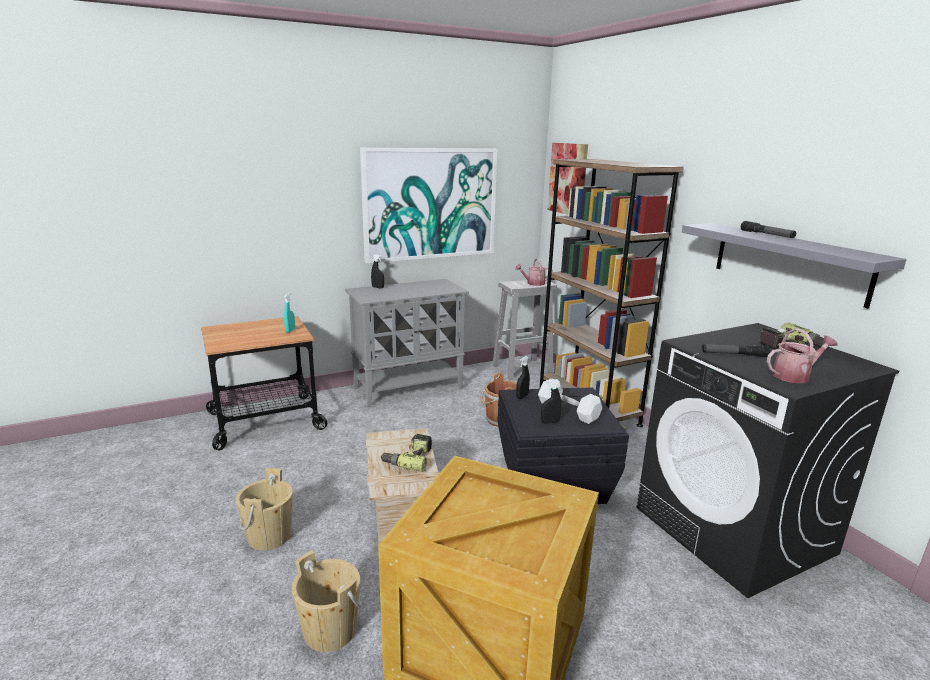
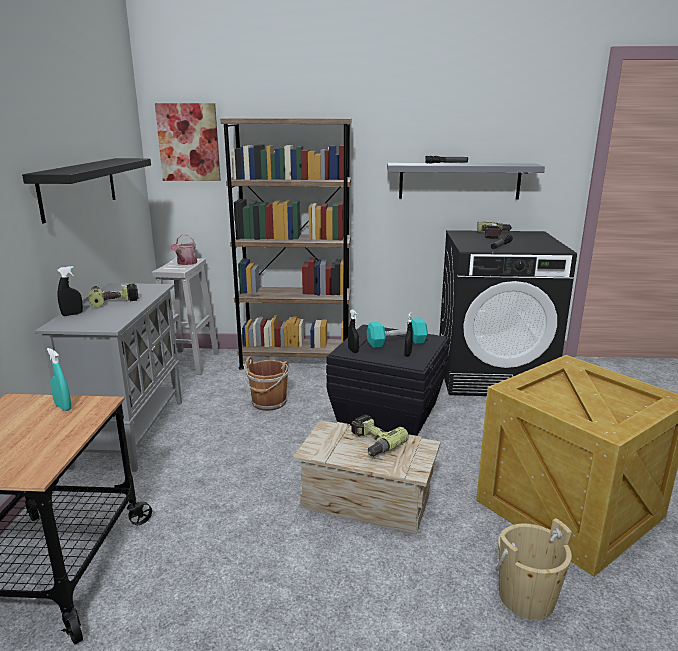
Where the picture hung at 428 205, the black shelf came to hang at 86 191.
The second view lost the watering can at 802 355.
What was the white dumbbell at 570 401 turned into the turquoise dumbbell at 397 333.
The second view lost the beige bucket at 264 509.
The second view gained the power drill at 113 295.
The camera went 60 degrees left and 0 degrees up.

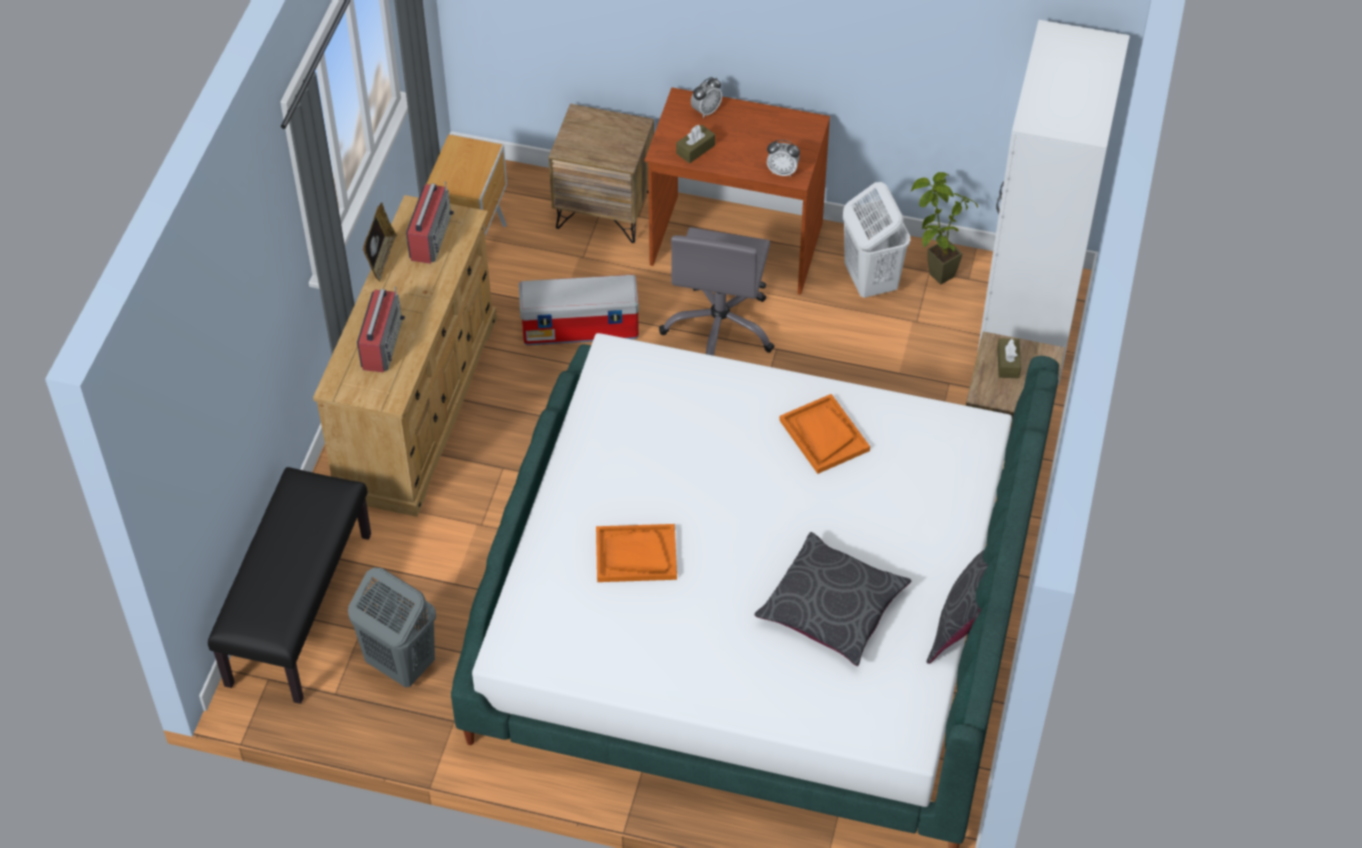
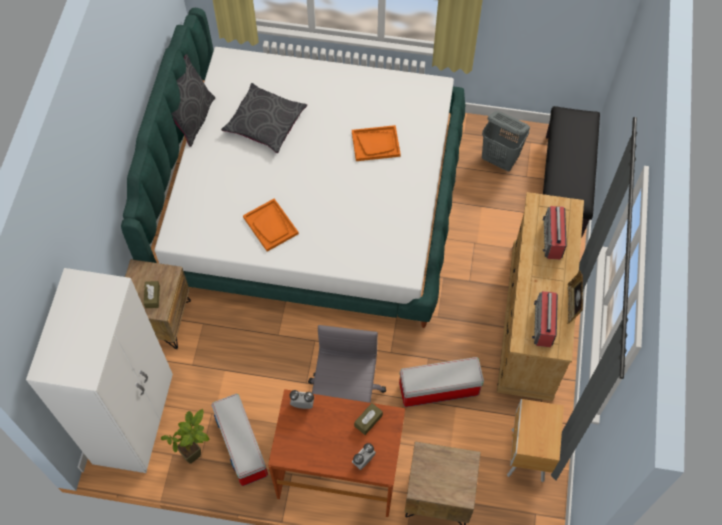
Where the white laundry basket stood at 876 240, the storage box came to stand at 239 440.
The camera went 175 degrees right and 10 degrees up.

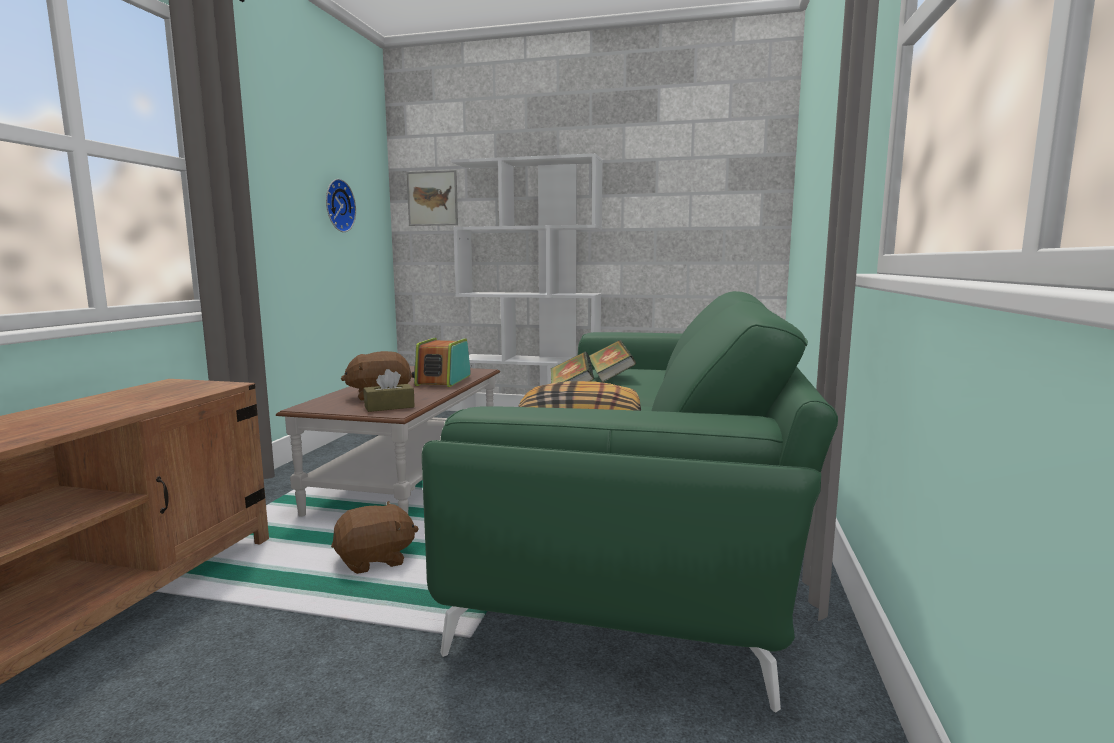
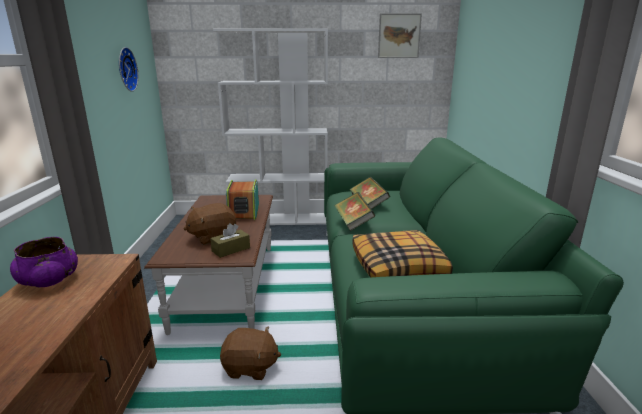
The picture ended up elsewhere, having gone from 432 198 to 400 35.
The brown plush toy at 375 537 ended up facing another way, 45 degrees clockwise from before.
The second view gained the purple bowl at 44 262.
The camera went 15 degrees left and 10 degrees up.

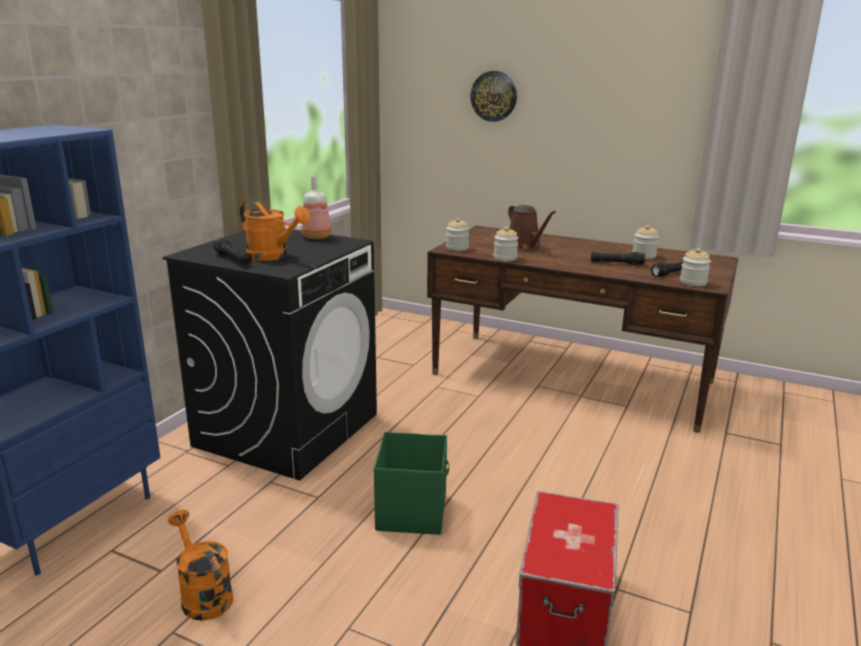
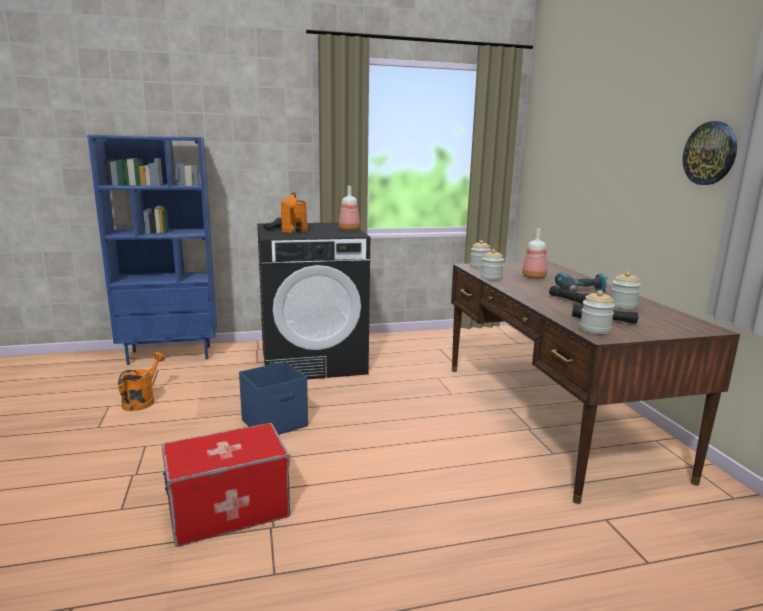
The wall clock ended up elsewhere, having gone from 493 96 to 710 153.
Where the brown watering can stood at 532 228, the bottle came to stand at 534 254.
What was the green storage box at 411 483 turned into the blue storage box at 273 398.
The second view gained the power drill at 582 282.
The camera went 50 degrees right and 5 degrees down.

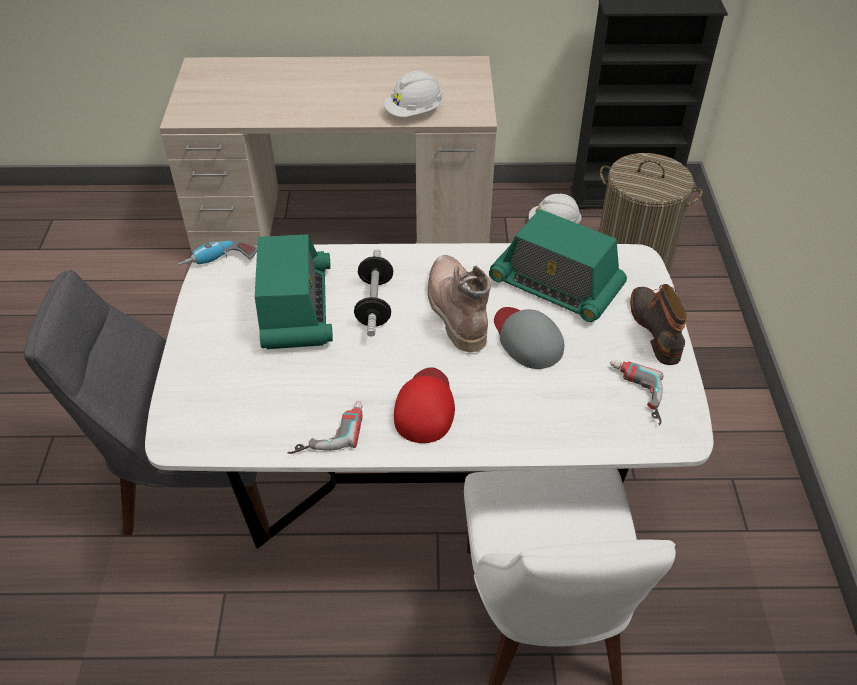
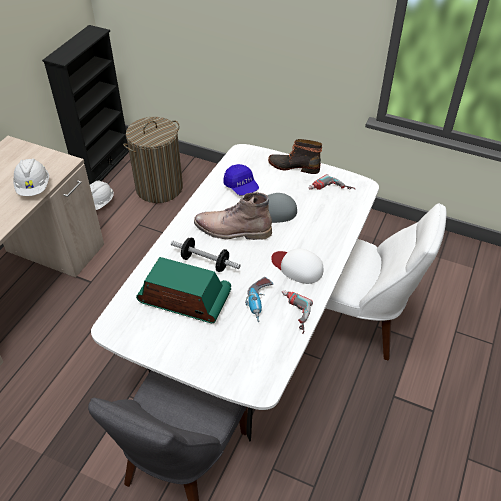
Where the radio stood at 558 265, the blue cap came to stand at 241 179.
The power drill ended up elsewhere, having gone from 217 253 to 259 299.
What was the red cap at 424 405 turned into the white cap at 297 266.
The camera went 65 degrees left and 0 degrees up.

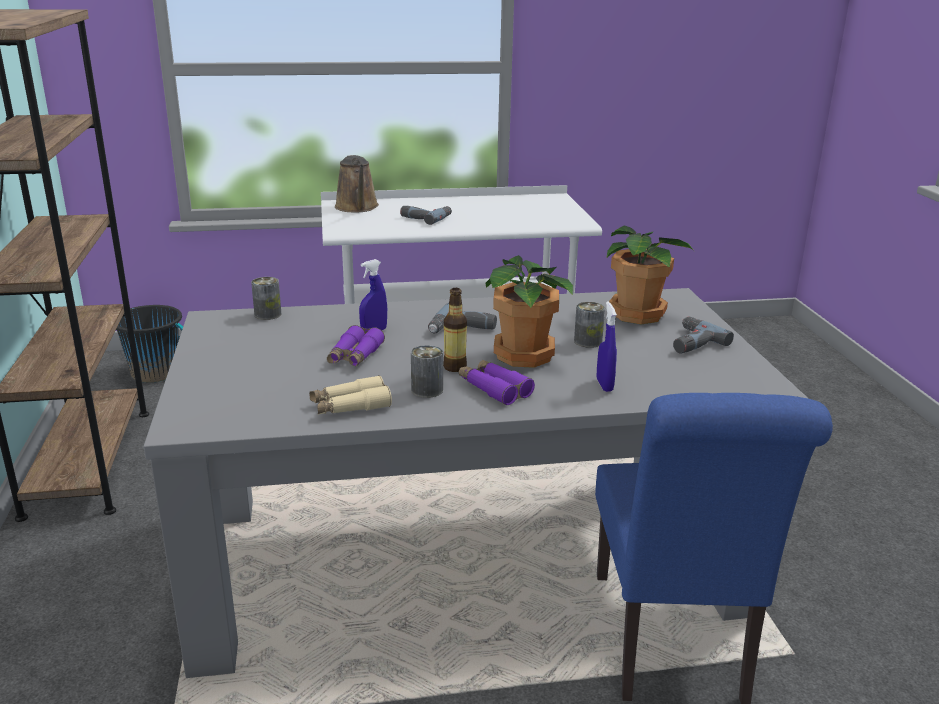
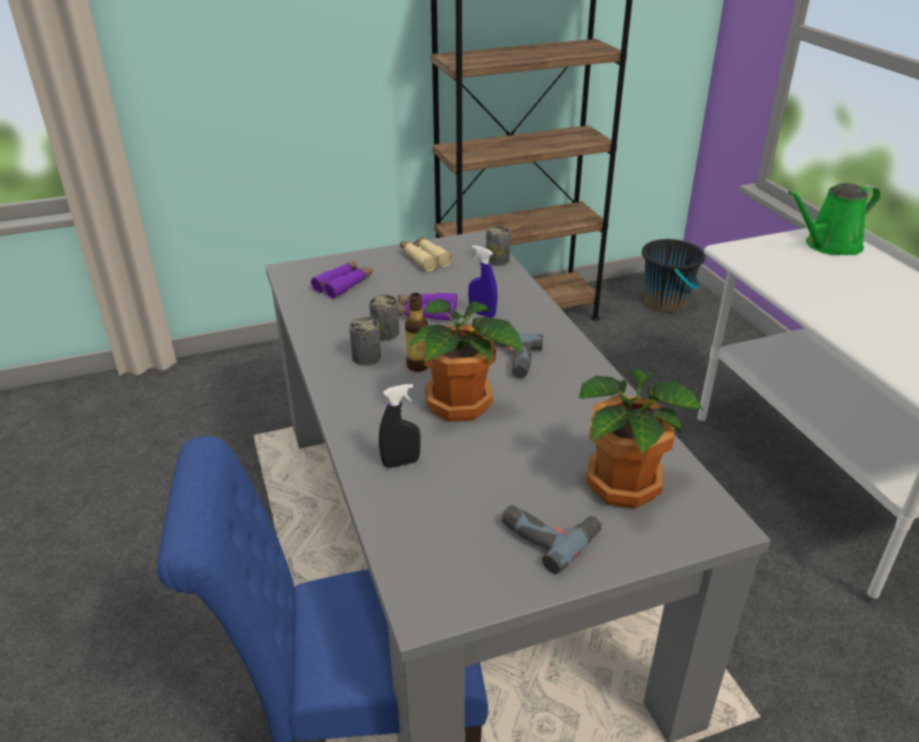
What was the brown watering can at 357 183 turned into the green watering can at 834 219.
The second view lost the power drill at 426 215.
The can ended up elsewhere, having gone from 589 325 to 384 318.
What was the blue spray bottle at 607 347 turned into the black spray bottle at 400 426.
The purple binoculars ended up elsewhere, having gone from 497 382 to 342 280.
The beige binoculars ended up elsewhere, having gone from 350 395 to 426 254.
The camera went 80 degrees right and 10 degrees up.

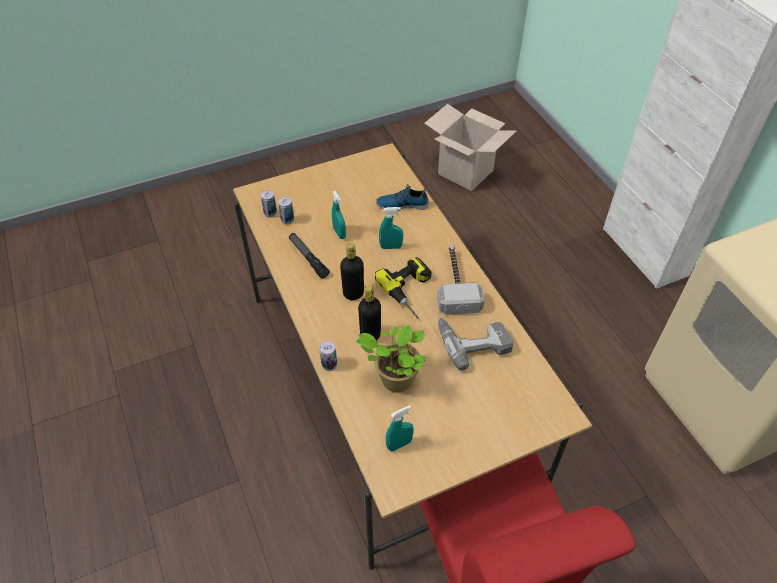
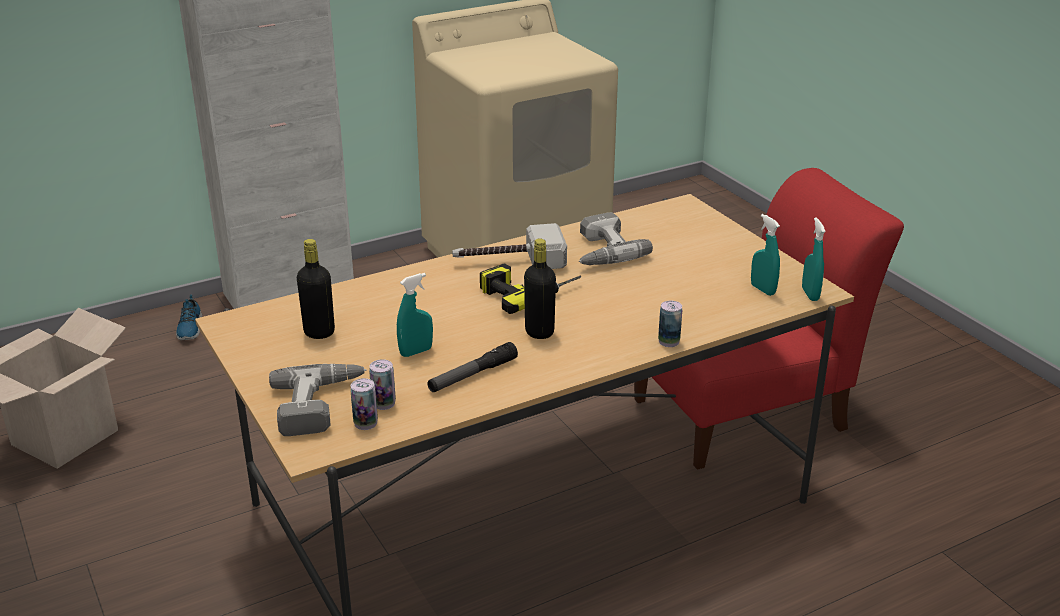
The shoe ended up elsewhere, having gone from 402 197 to 189 317.
The turquoise spray bottle ended up elsewhere, having gone from 391 228 to 814 259.
The black bottle ended up elsewhere, having gone from 369 313 to 316 289.
The second view lost the potted plant at 391 358.
The second view gained the power drill at 318 400.
The camera went 95 degrees left and 20 degrees down.

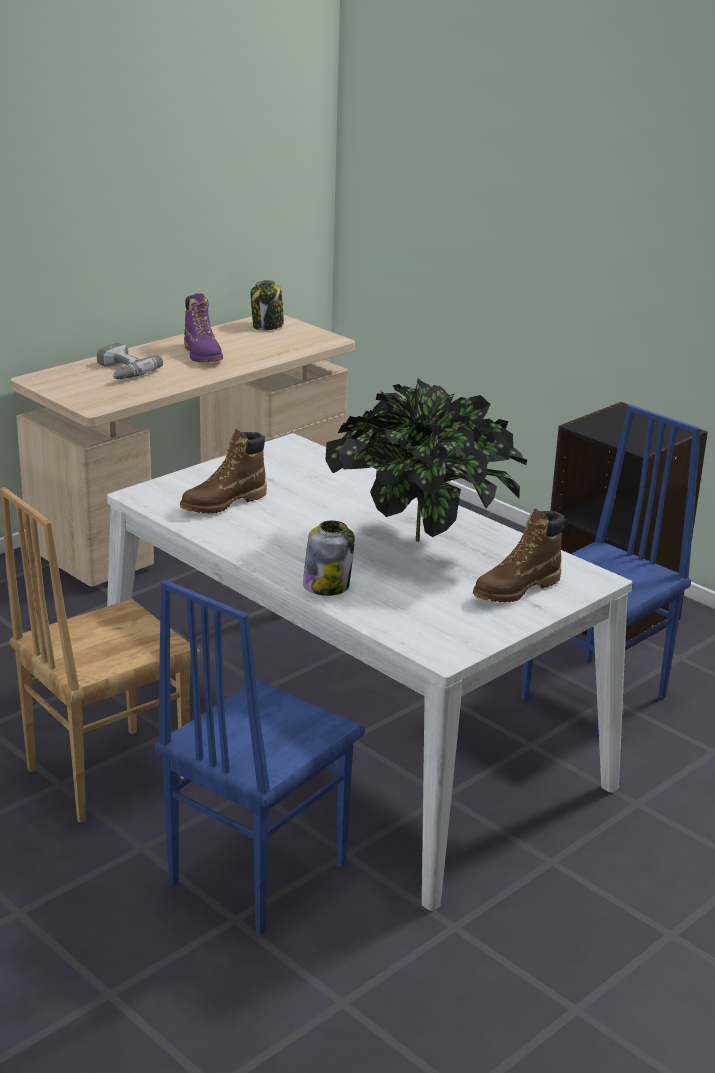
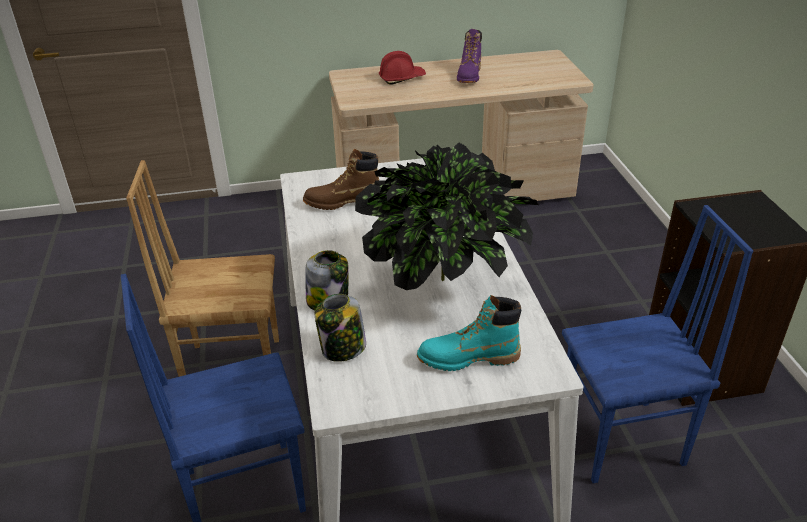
The jar ended up elsewhere, having gone from 267 305 to 340 328.
Where the power drill stood at 130 361, the red hard hat came to stand at 402 68.
What was the brown boot at 519 555 turned into the turquoise boot at 469 333.
The camera went 35 degrees right and 10 degrees up.

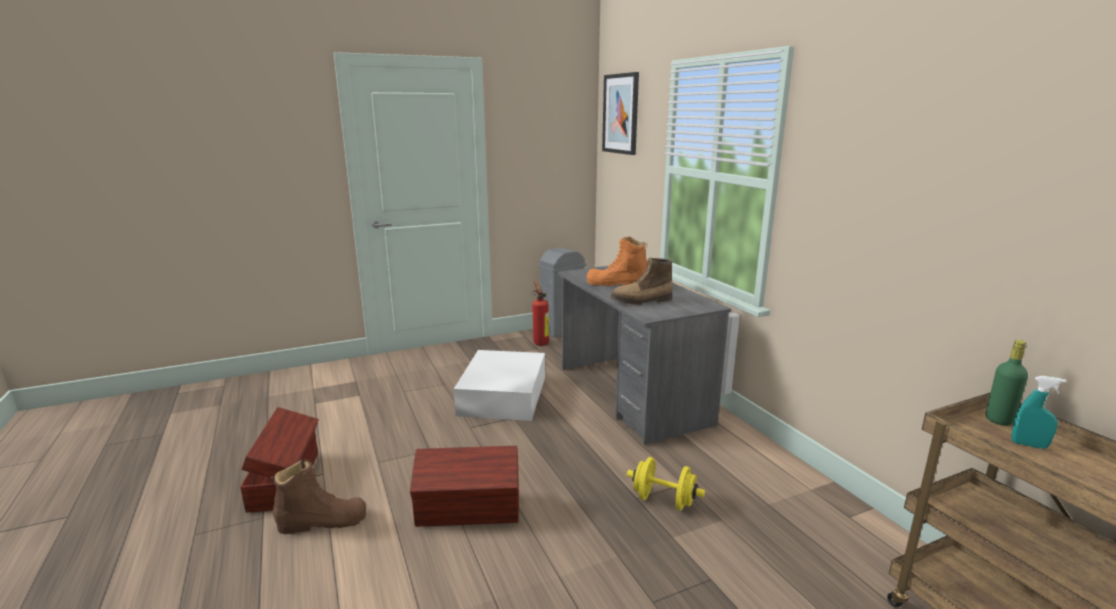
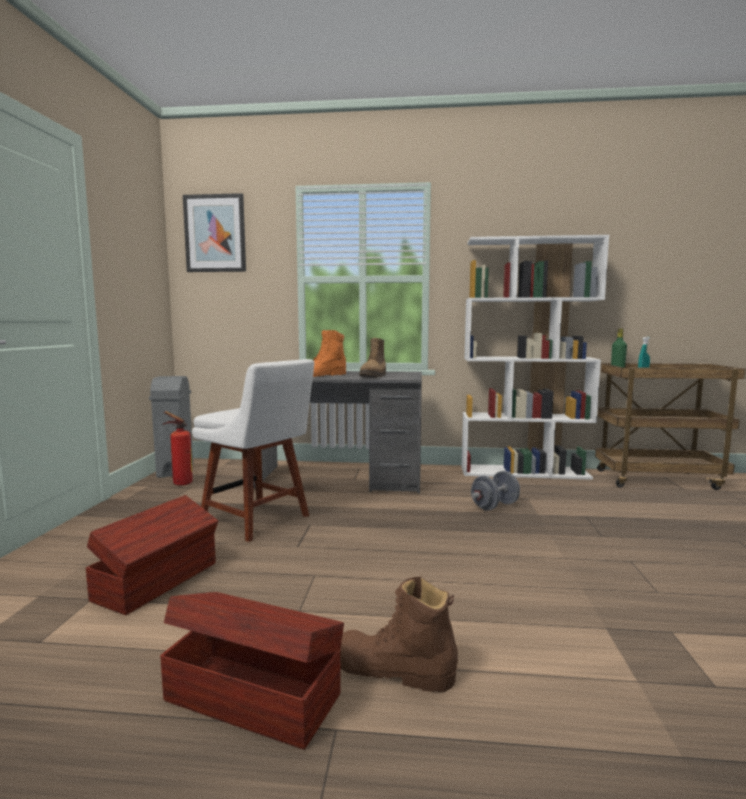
Where the white storage box stood at 499 385, the white chair came to stand at 253 450.
The brown storage box ended up elsewhere, having gone from 464 486 to 152 555.
What was the yellow dumbbell at 666 483 turned into the grey dumbbell at 495 490.
The brown boot at 318 496 ended up facing another way, 90 degrees counterclockwise from before.
The second view gained the white bookcase at 535 357.
The camera went 60 degrees left and 10 degrees down.

